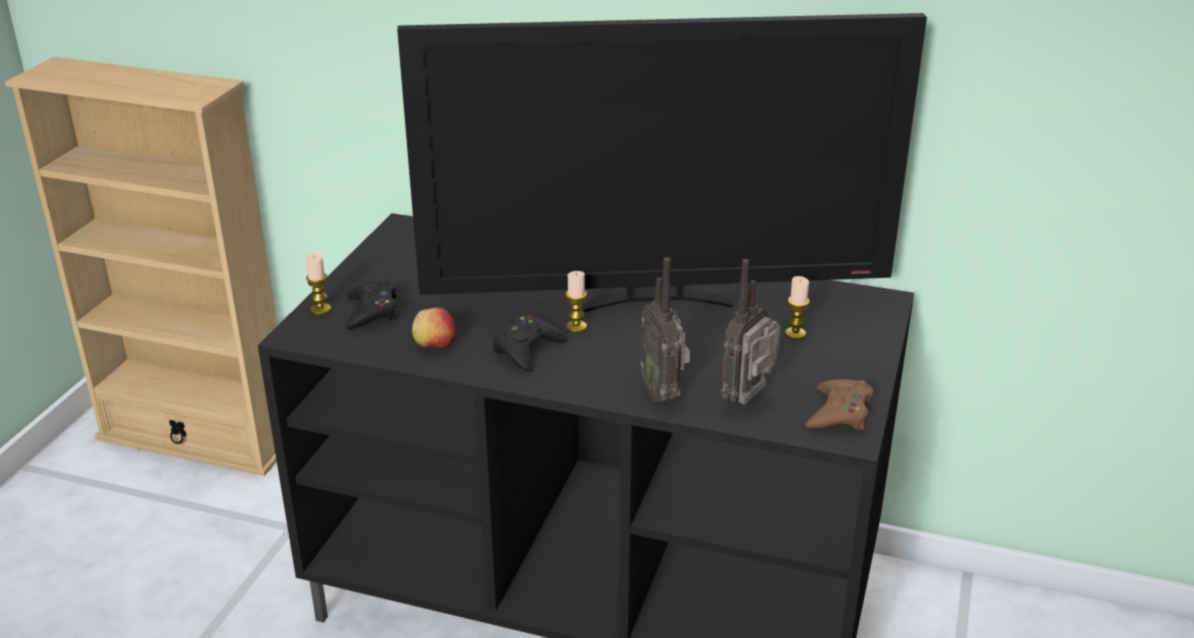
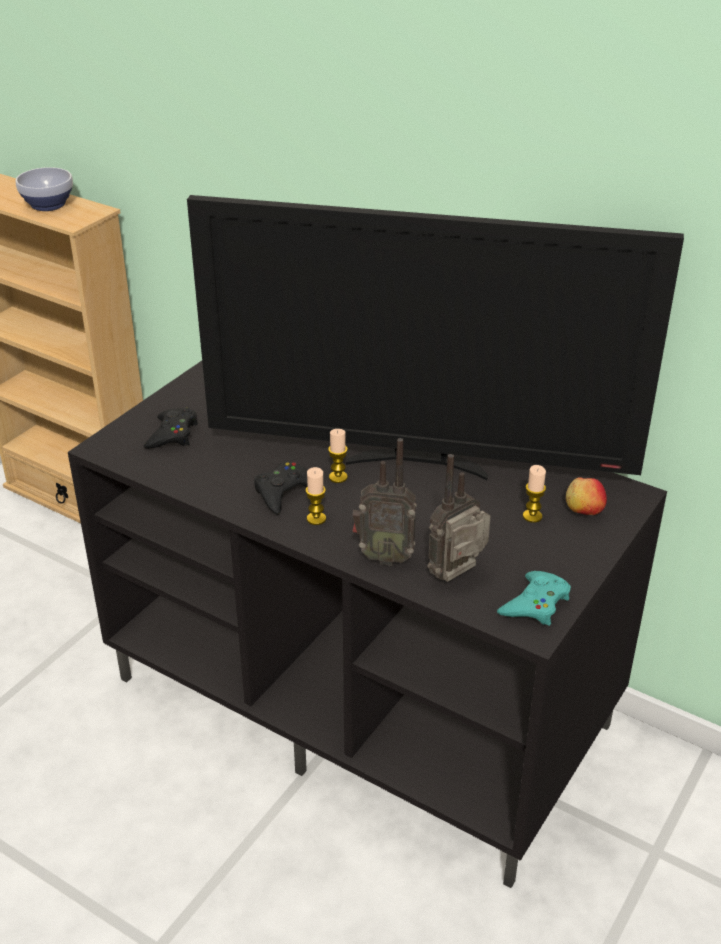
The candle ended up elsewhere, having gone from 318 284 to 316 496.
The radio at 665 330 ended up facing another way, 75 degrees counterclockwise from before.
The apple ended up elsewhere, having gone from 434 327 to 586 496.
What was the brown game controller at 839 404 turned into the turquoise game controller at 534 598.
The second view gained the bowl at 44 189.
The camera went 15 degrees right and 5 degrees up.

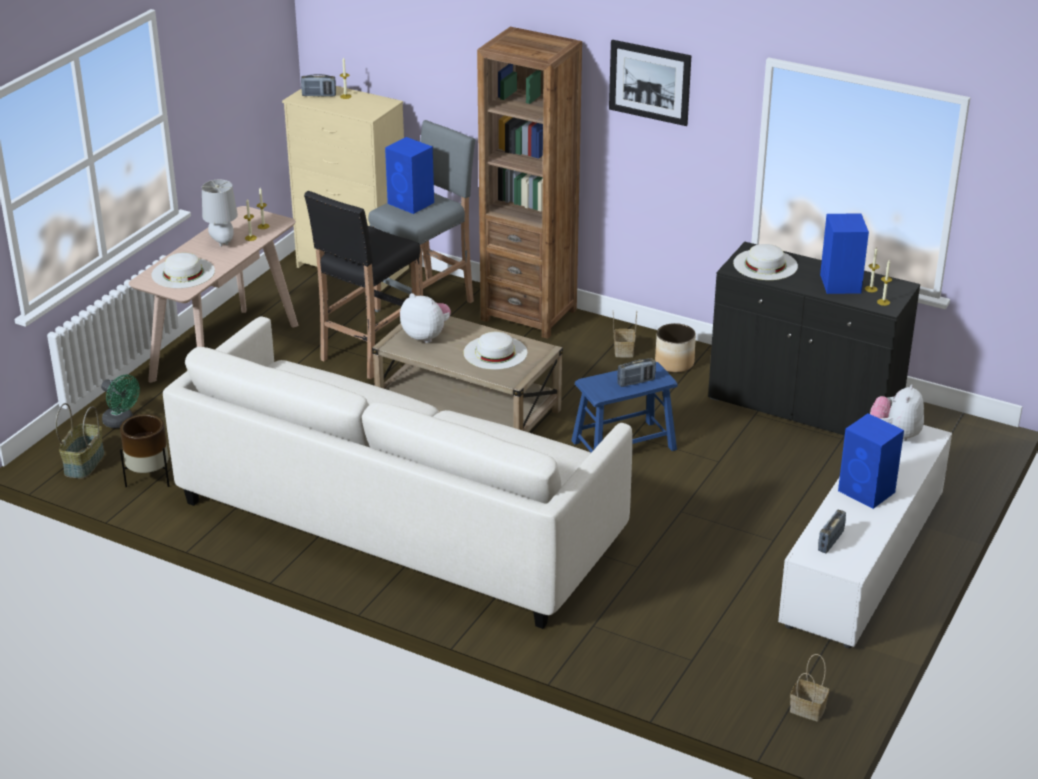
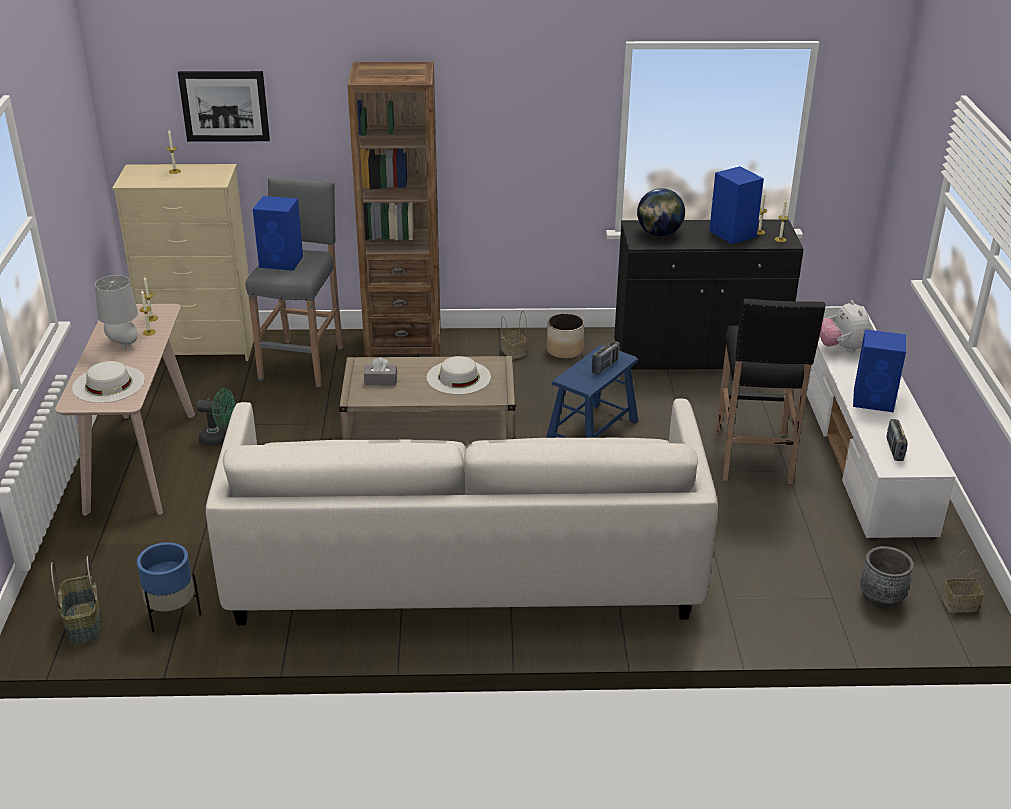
The picture ended up elsewhere, having gone from 650 83 to 224 106.
The second view lost the radio at 318 85.
The black stool ended up elsewhere, having gone from 362 285 to 771 391.
Where the white hat stood at 765 262, the globe came to stand at 661 212.
Where the plush toy stood at 425 318, the grey tissue box came to stand at 380 371.
The green fan ended up elsewhere, having gone from 120 401 to 215 417.
What was the brown planter at 145 450 turned into the blue planter at 169 587.
The second view gained the grey planter at 887 577.
The camera went 30 degrees left and 0 degrees up.

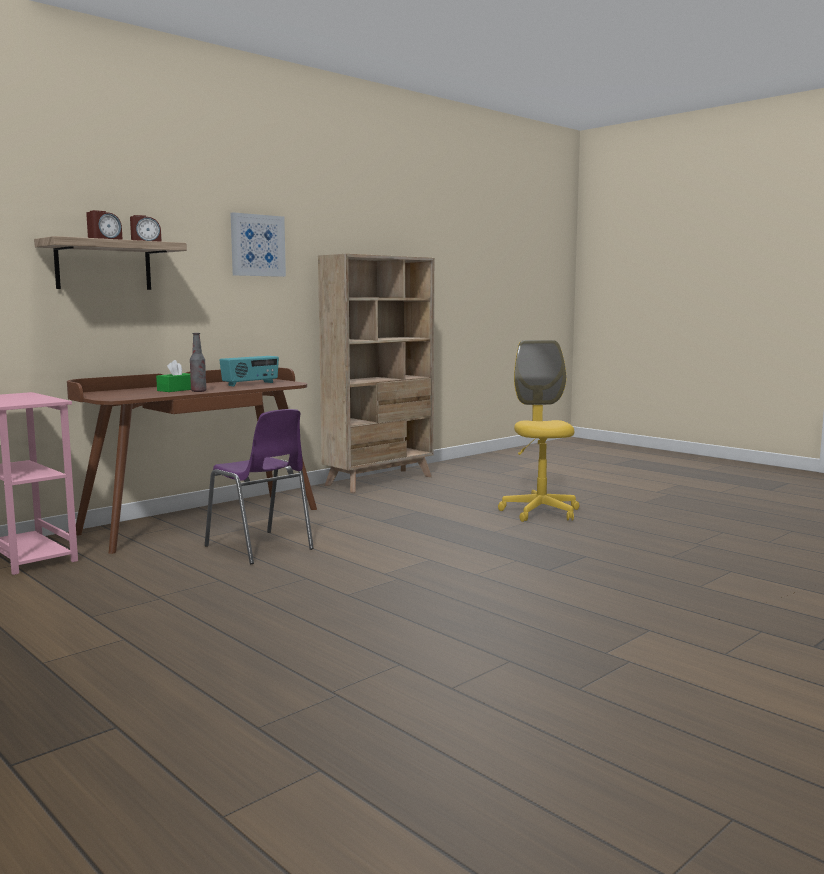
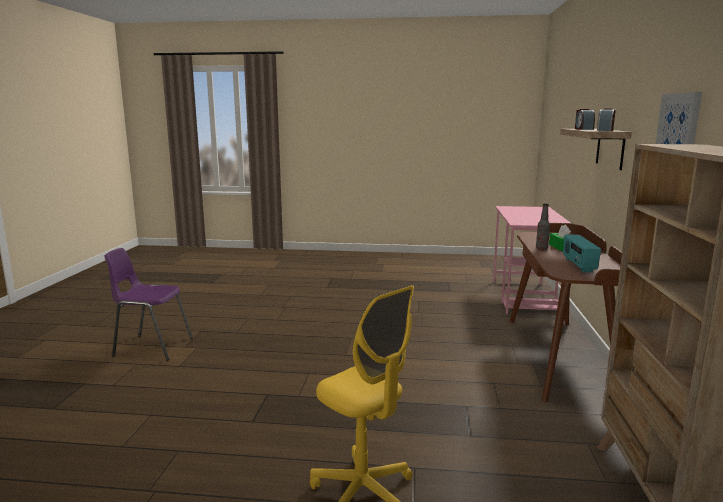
The purple chair ended up elsewhere, having gone from 259 486 to 148 304.
The camera went 140 degrees right and 5 degrees up.

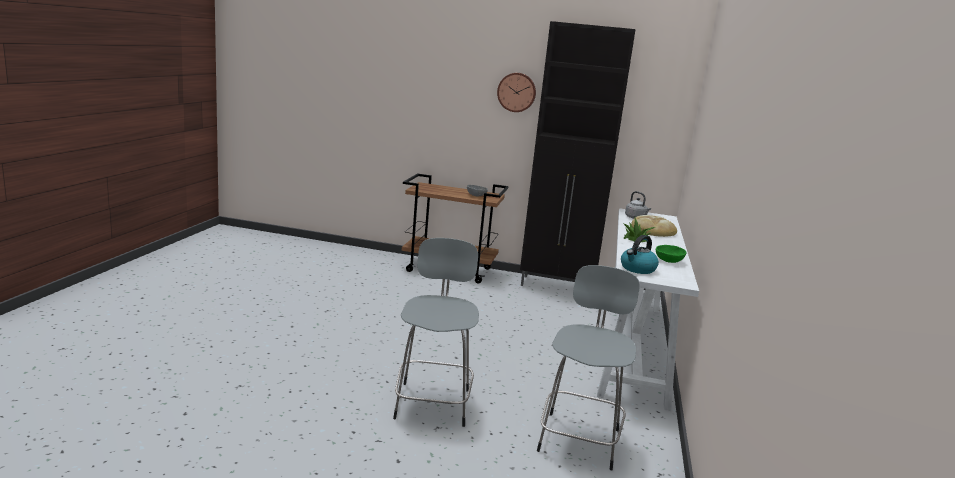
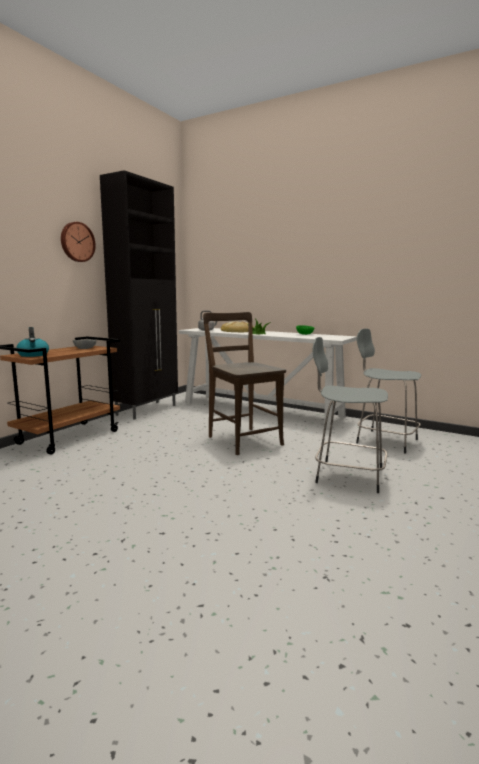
The kettle ended up elsewhere, having gone from 640 254 to 32 342.
The second view gained the brown chair at 244 383.
The camera went 70 degrees left and 5 degrees down.

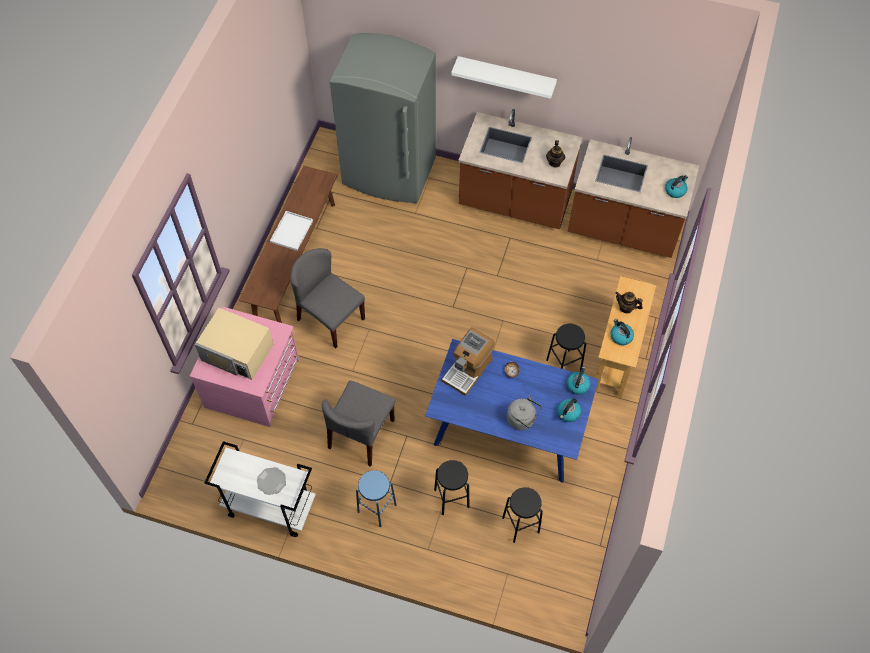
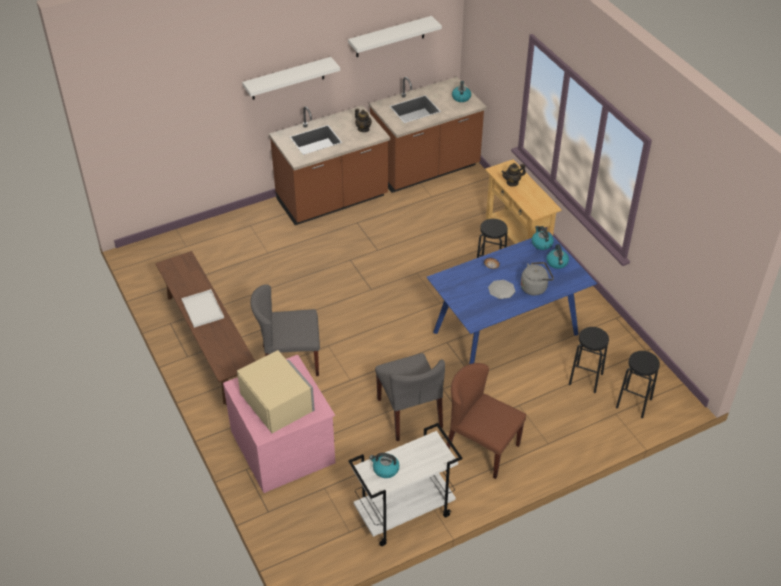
The second view lost the grey fridge at 383 118.
The beige microwave at 234 344 ended up facing another way, 105 degrees counterclockwise from before.
The kettle ended up elsewhere, having gone from 622 332 to 384 465.
The second view lost the coffee machine at 468 361.
The black stool ended up elsewhere, having gone from 452 487 to 638 384.
The plate ended up elsewhere, having gone from 271 481 to 502 289.
Where the blue stool stood at 376 498, the brown chair came to stand at 486 421.
The second view gained the white shelf at 395 36.
The camera went 45 degrees left and 15 degrees down.

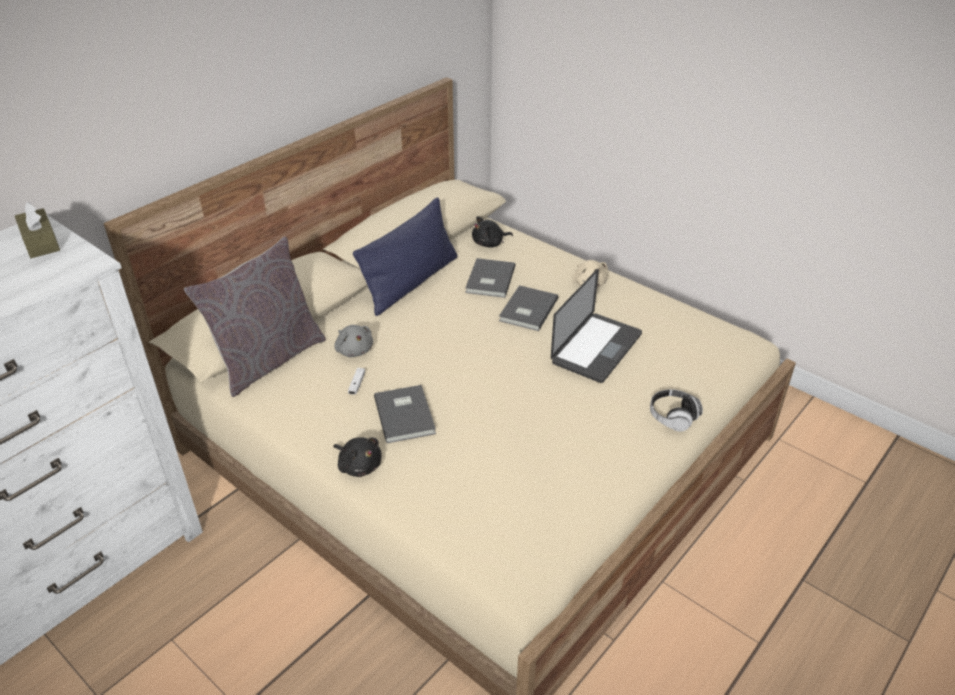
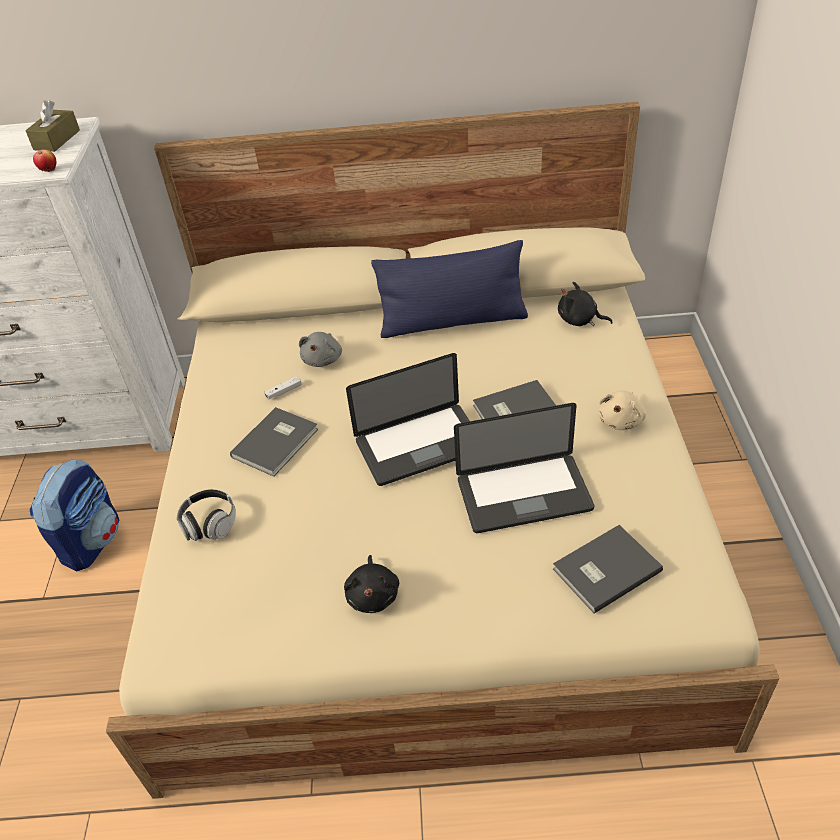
The second view lost the grey pillow at 255 316.
The grey book ended up elsewhere, having gone from 490 278 to 608 569.
The headphones ended up elsewhere, having gone from 676 410 to 206 515.
The black plush toy ended up elsewhere, having gone from 358 457 to 371 584.
The second view gained the apple at 44 160.
The second view gained the laptop at 408 419.
The second view gained the backpack at 74 515.
The camera went 50 degrees right and 5 degrees up.

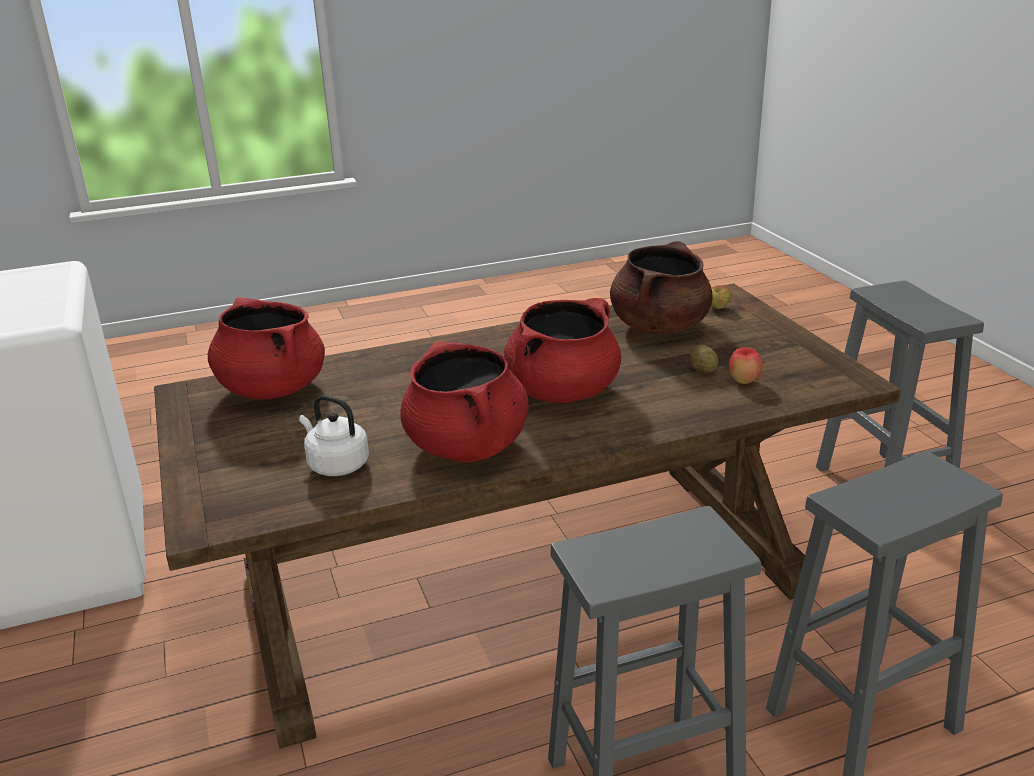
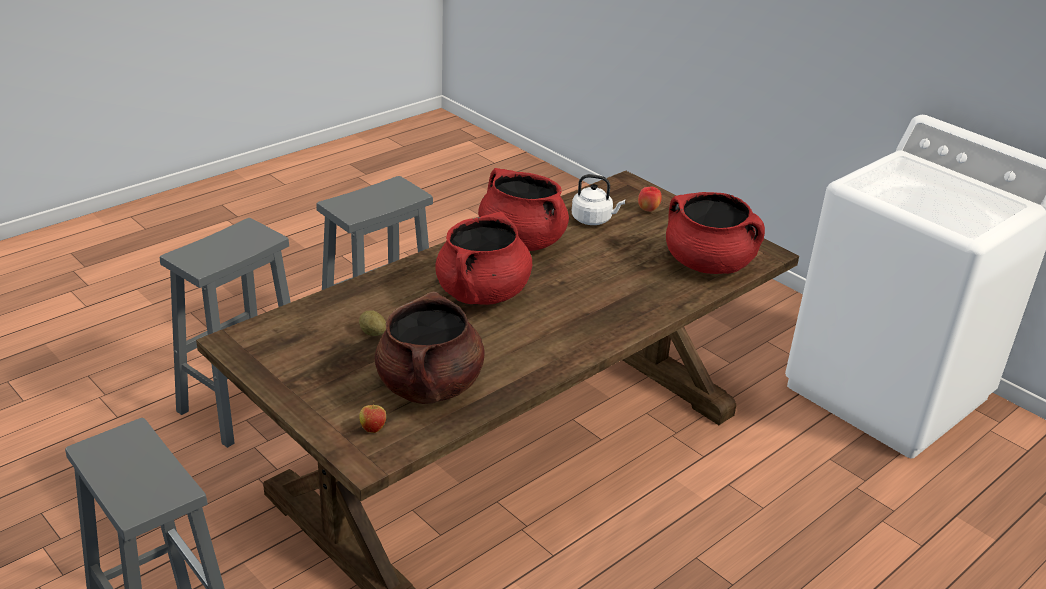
The apple ended up elsewhere, having gone from 745 365 to 650 199.
The camera went 155 degrees right and 5 degrees up.

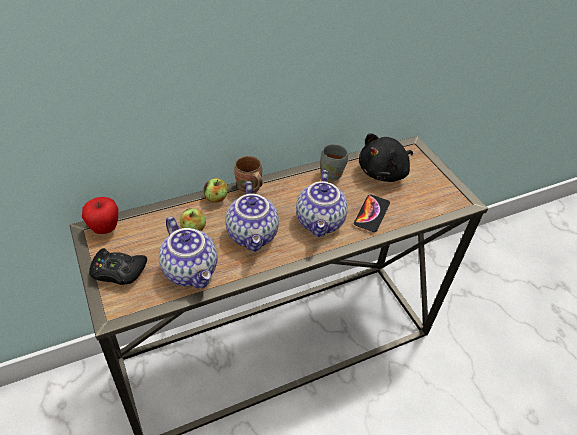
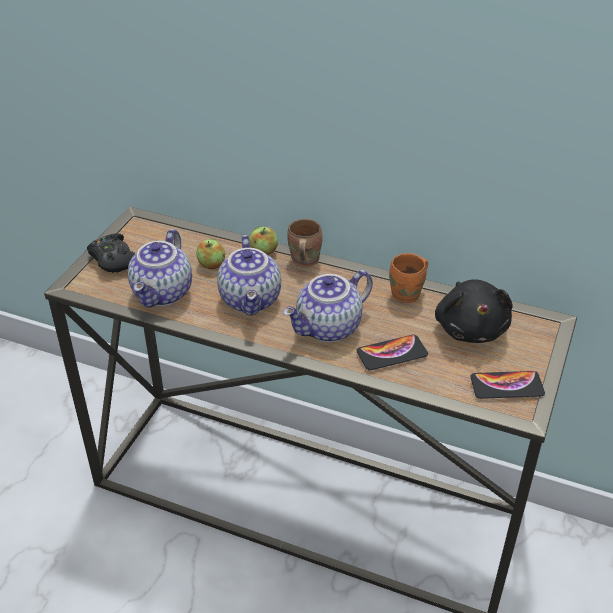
The black plush toy at 386 157 ended up facing another way, 105 degrees counterclockwise from before.
What was the grey mug at 334 162 turned into the orange mug at 408 278.
The teapot at 252 216 ended up facing another way, 45 degrees counterclockwise from before.
The second view lost the apple at 100 215.
The second view gained the phone at 507 385.
The camera went 50 degrees right and 5 degrees down.

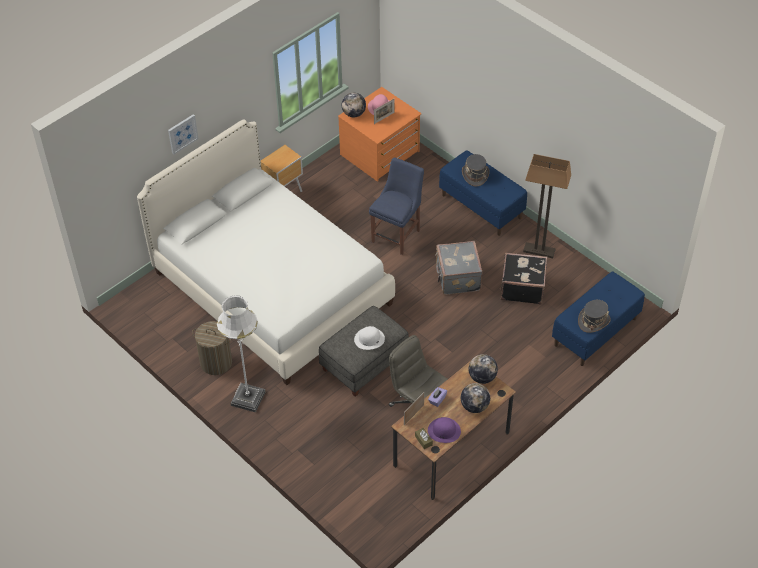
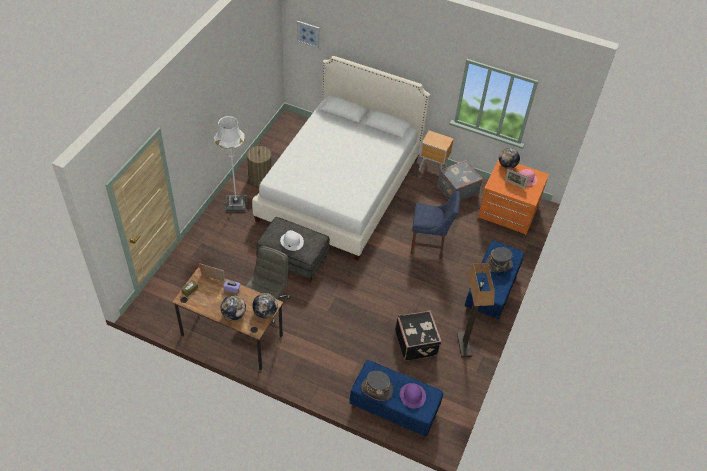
The picture ended up elsewhere, having gone from 183 134 to 308 34.
The grey suitcase ended up elsewhere, having gone from 459 268 to 460 180.
The purple hat ended up elsewhere, having gone from 444 430 to 413 396.
The camera went 65 degrees right and 0 degrees up.

